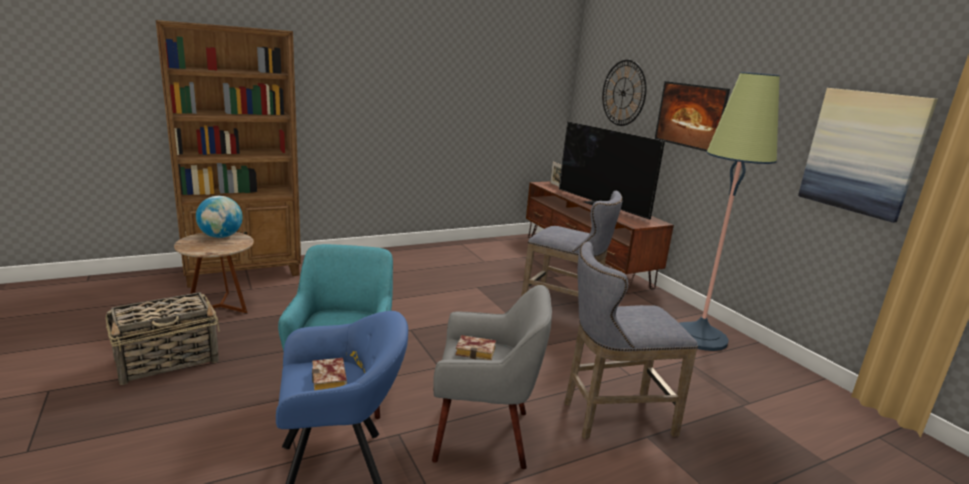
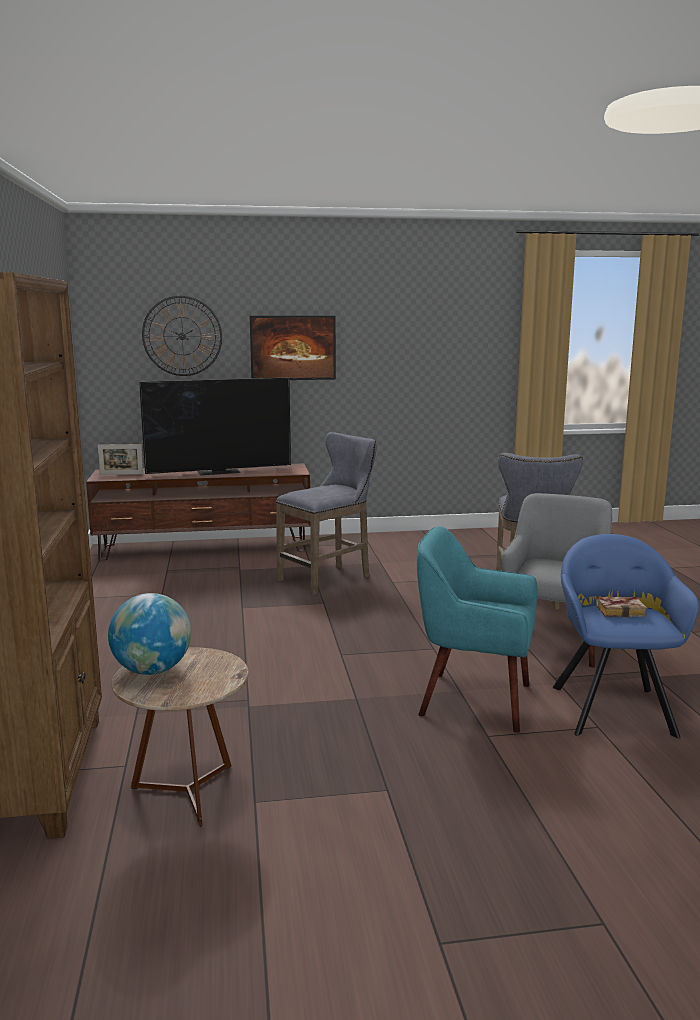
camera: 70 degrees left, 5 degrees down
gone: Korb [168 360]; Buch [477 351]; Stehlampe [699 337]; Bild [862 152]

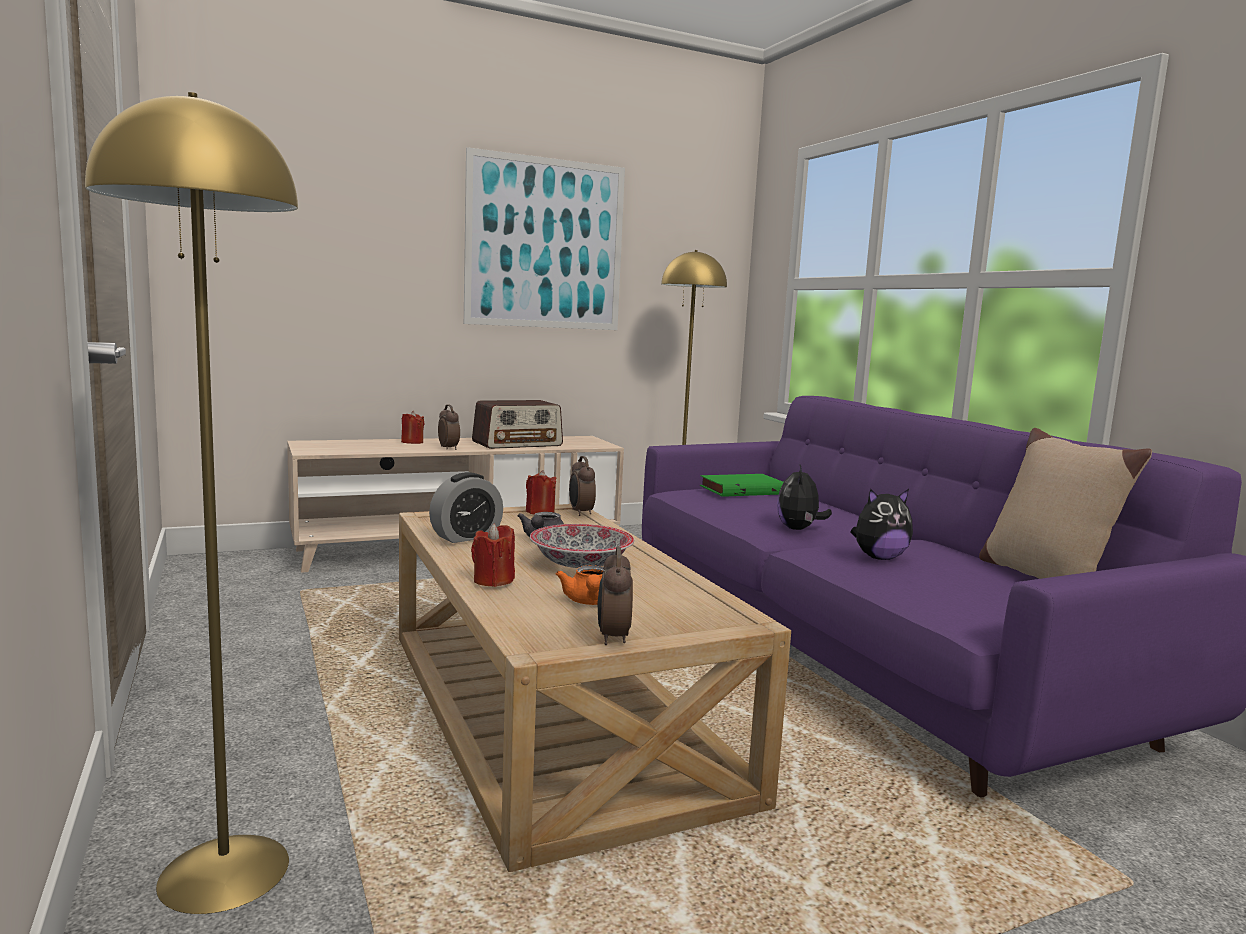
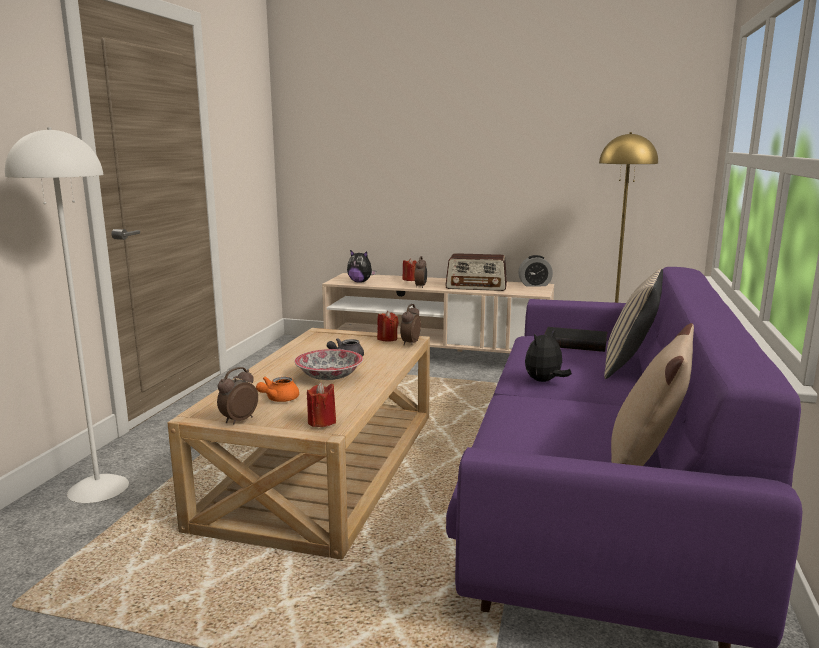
camera: 40 degrees right, 5 degrees up
gone: Bild [545 244]
new: Kissen (beige) [630 365]
shifted: Kerze (rot) [493 580] to [322 422]; Plüschtier [879 558] to [360 282]; Wecker [466 537] to [534 285]
repainted: Stehlampe (gelb) [224 871] to Stehlampe (weiß) [98 488]; Buch (grün) [742 490] to Buch (schwarz) [575 343]

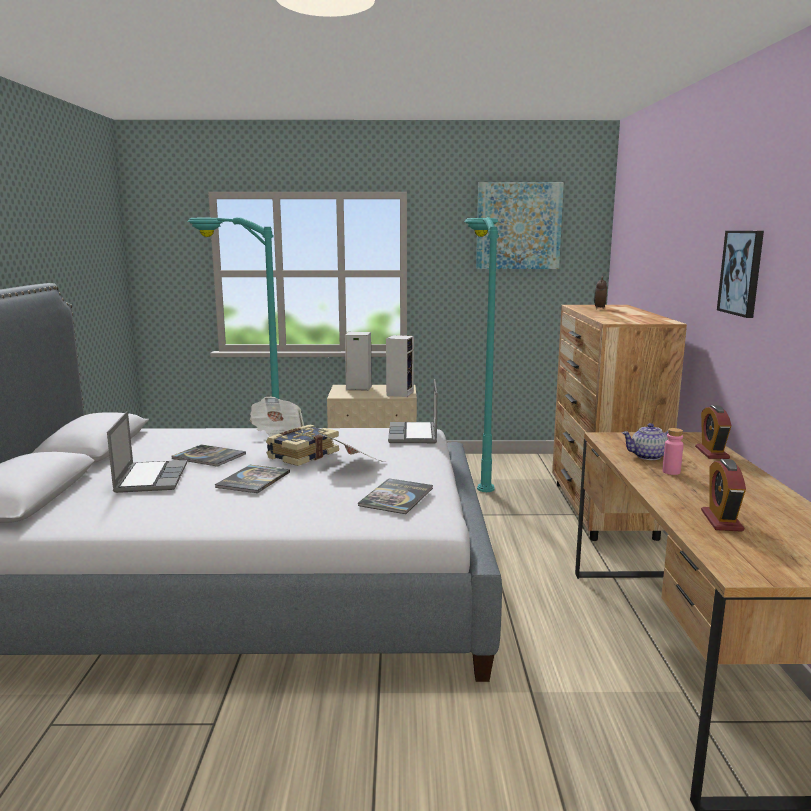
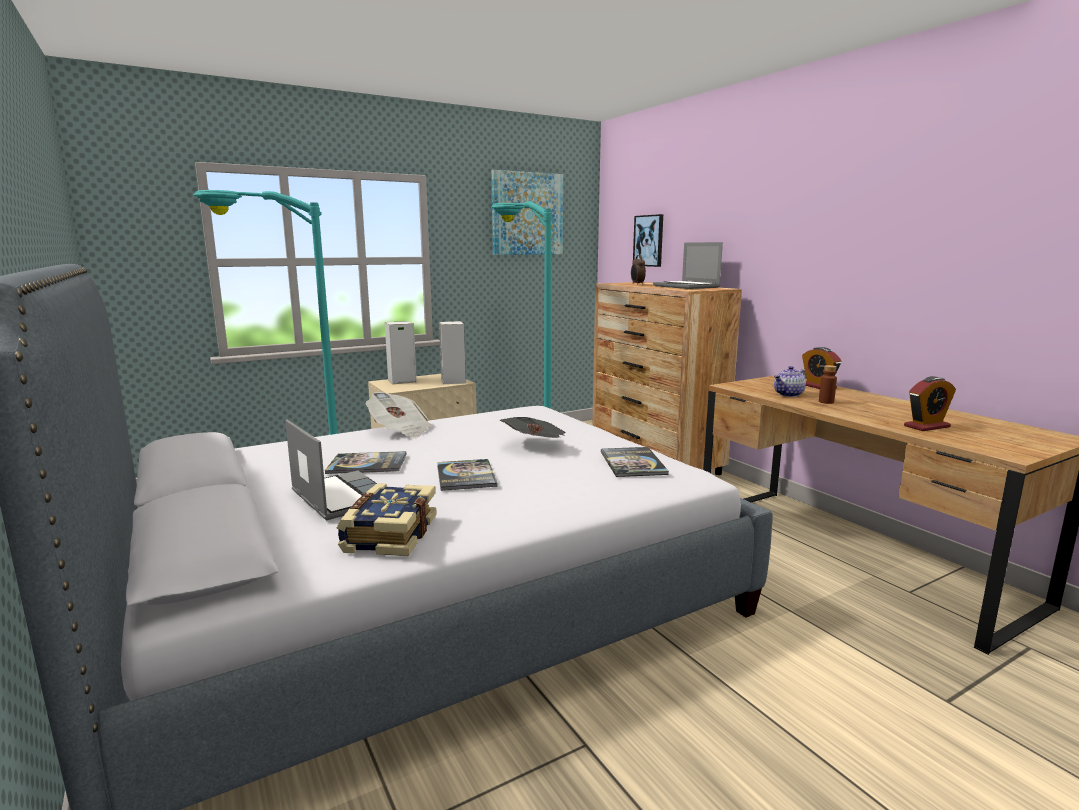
camera: 30 degrees left, 0 degrees up
shifted: Buch [302 455] to [388 534]; Bild [742 272] to [649 240]; Laptop [414 435] to [687 287]
repainted: Flasche (rosa) [671 472] to Flasche (braun) [826 402]
rotated: Wecker [721 521] = [926 426] 90 degrees counterclockwise

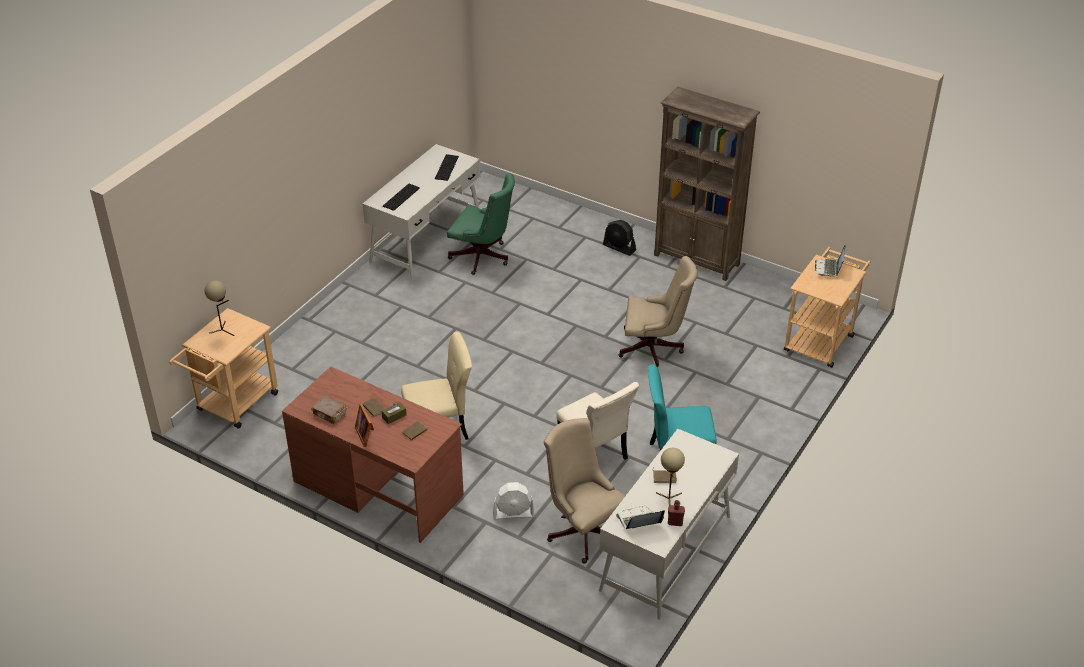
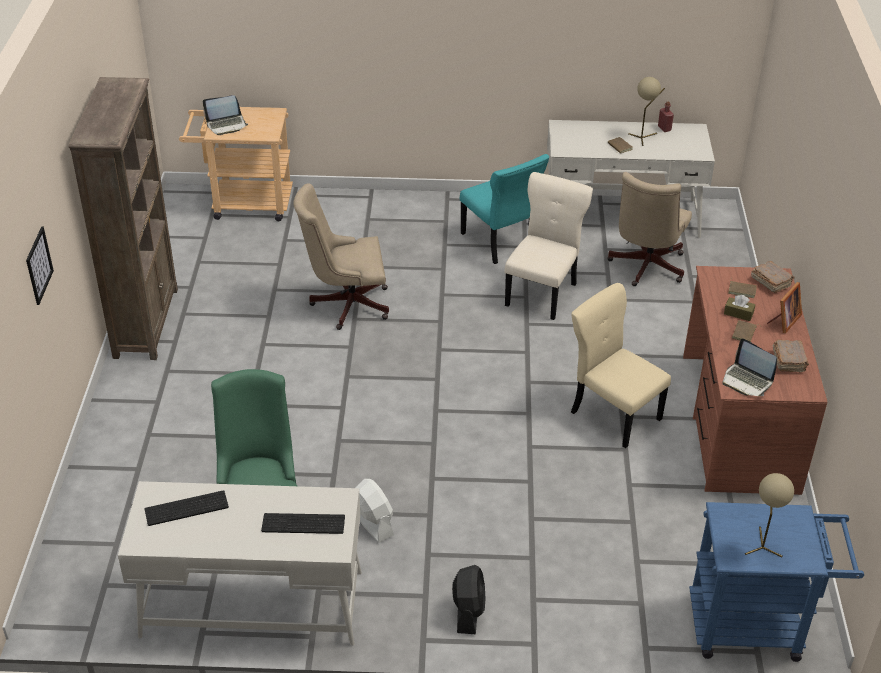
camera: 120 degrees left, 0 degrees up
new: Bild [39 265]; Buch (braun) [770 282]
shifted: Ventilator (weiß) [513 513] to [372 522]; Ventilator (schwarz) [619 248] to [468 611]; Laptop [638 521] to [747 381]
repainted: Rollwagen (beige) [233 405] to Rollwagen (blau) [756 626]
rotated: Bürostuhl (beige) [654 349] = [346 304] 75 degrees counterclockwise

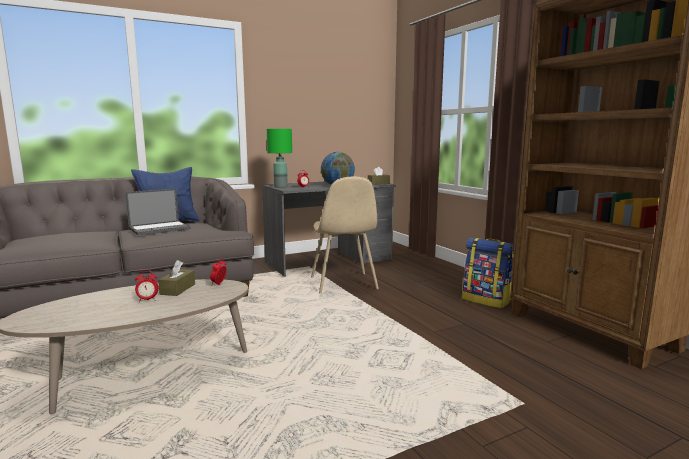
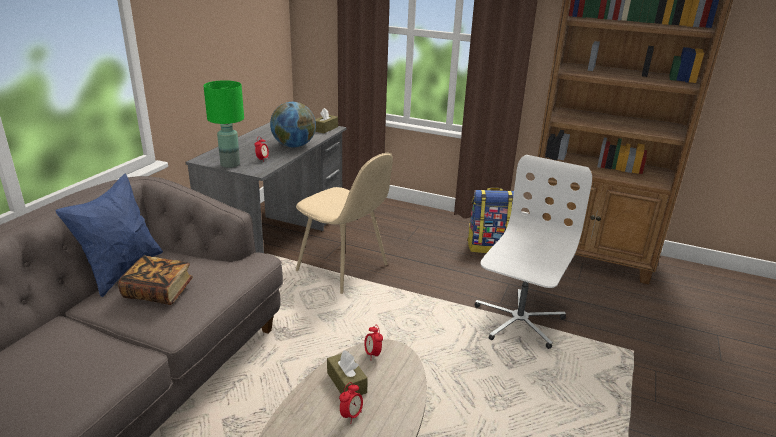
camera: 40 degrees left, 15 degrees up
new: Bürostuhl (weiß) [518 320]
swapped: Laptop [160 228] to Buch [158 292]

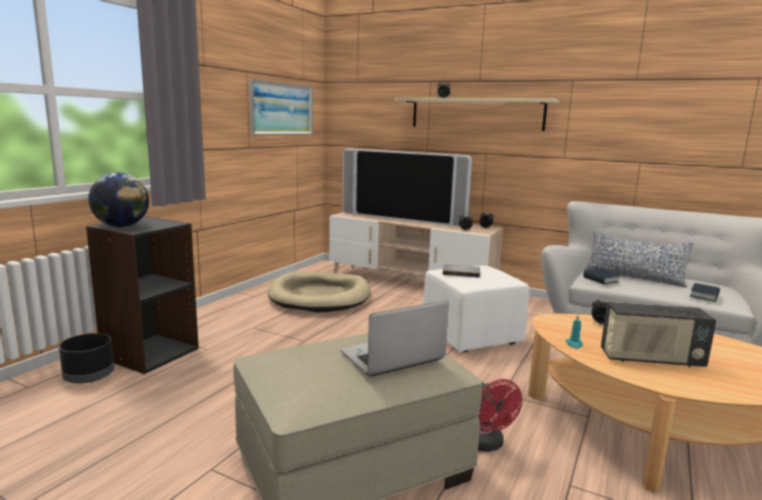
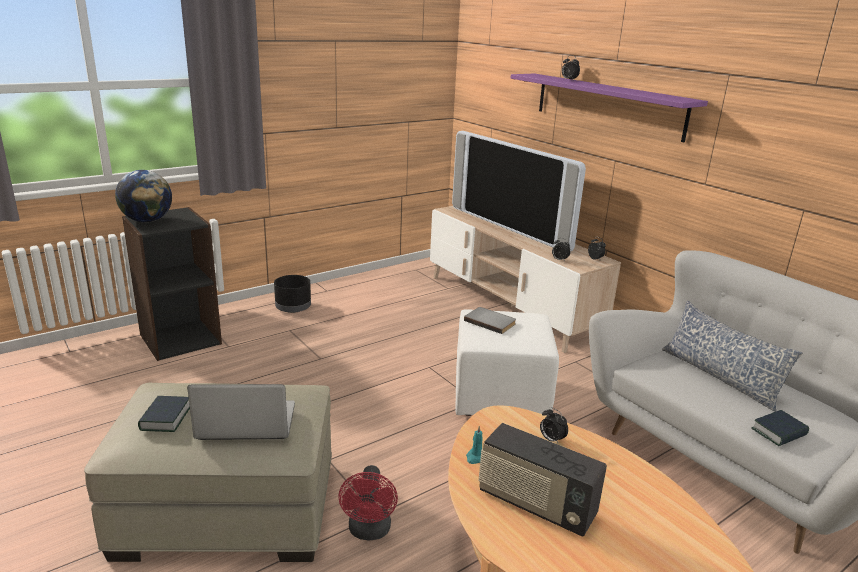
camera: 25 degrees right, 10 degrees up
gone: Bild [282 109]; Hundebett (beige) [320 296]
shifted: Buch [600 280] to [165 418]; Pflanzkübel (schwarz) [89 376] to [293 307]
repainted: Wandregal (beige) [476 114] to Wandregal (lila) [607 105]

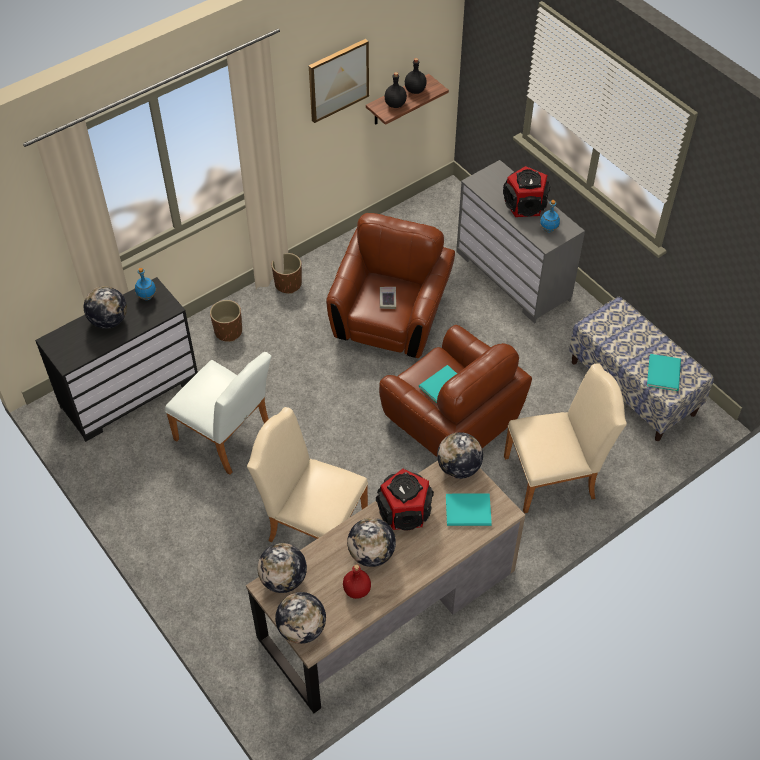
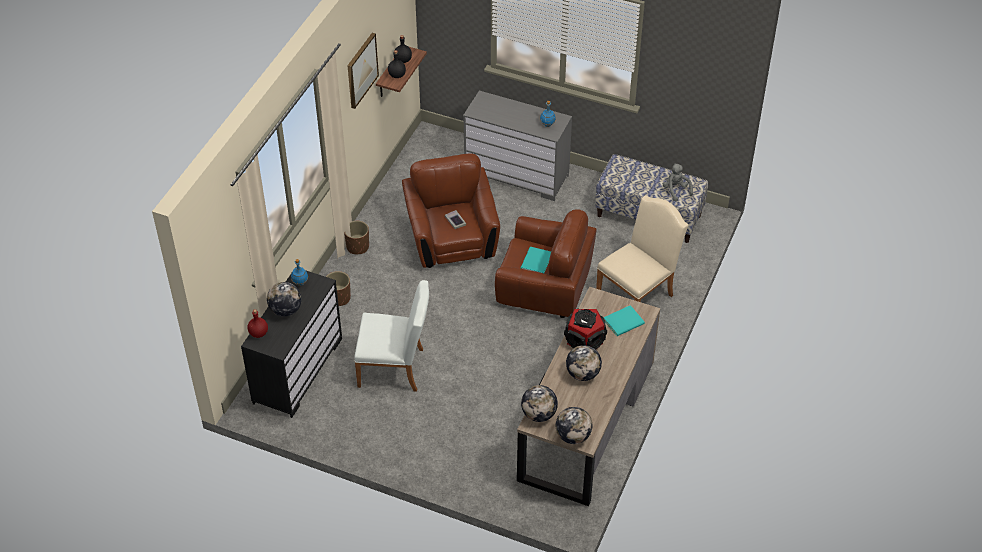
camera: 30 degrees left, 5 degrees down
gone: Stuhl (beige) [312 523]; Globus [458 468]; Lautsprecher [525 205]
shifted: Flasche (rot) [357 590] to [259 333]
swapped: Buch (türkis) [664 372] to Plüschtier (grau) [676 190]

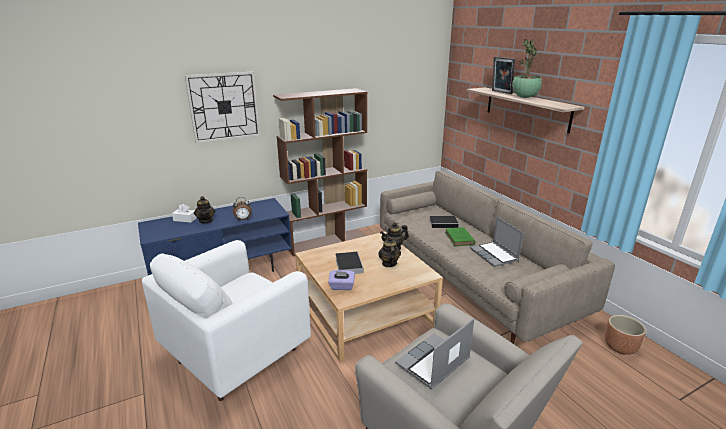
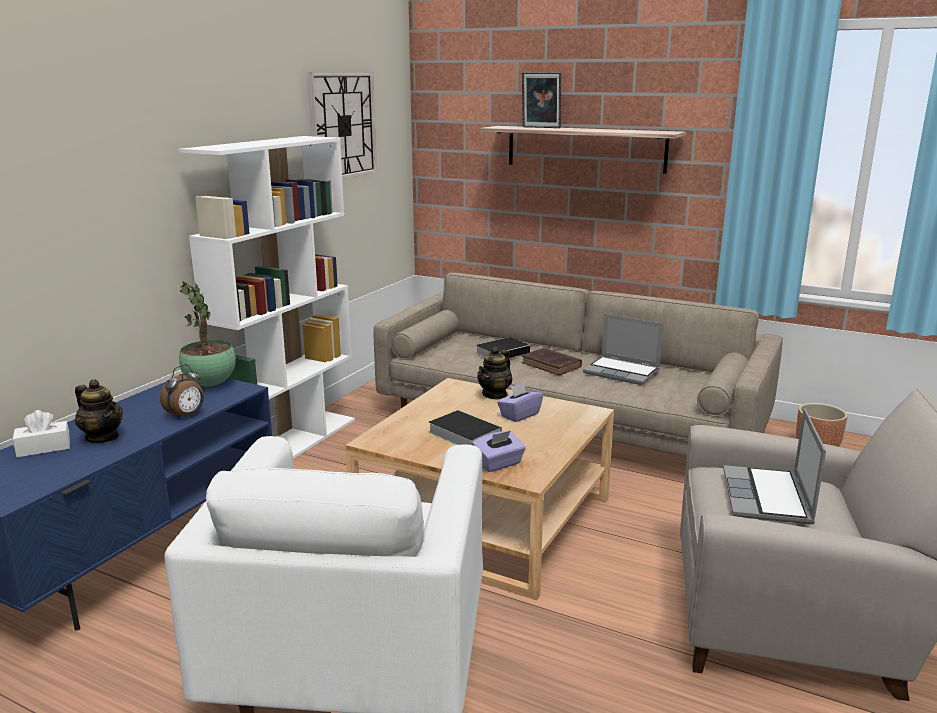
camera: 35 degrees left, 5 degrees down
shifted: Topfpflanze [525 97] to [211 385]; Wanduhr [224 107] to [342 125]
swapped: Teekanne [389 263] to Taschentuchbox (lila) [519 415]
repainted: Bücherregal (braun) [327 242] to Bücherregal (weiß) [290 444]; Buch (grün) [459 239] to Buch (braun) [552 365]

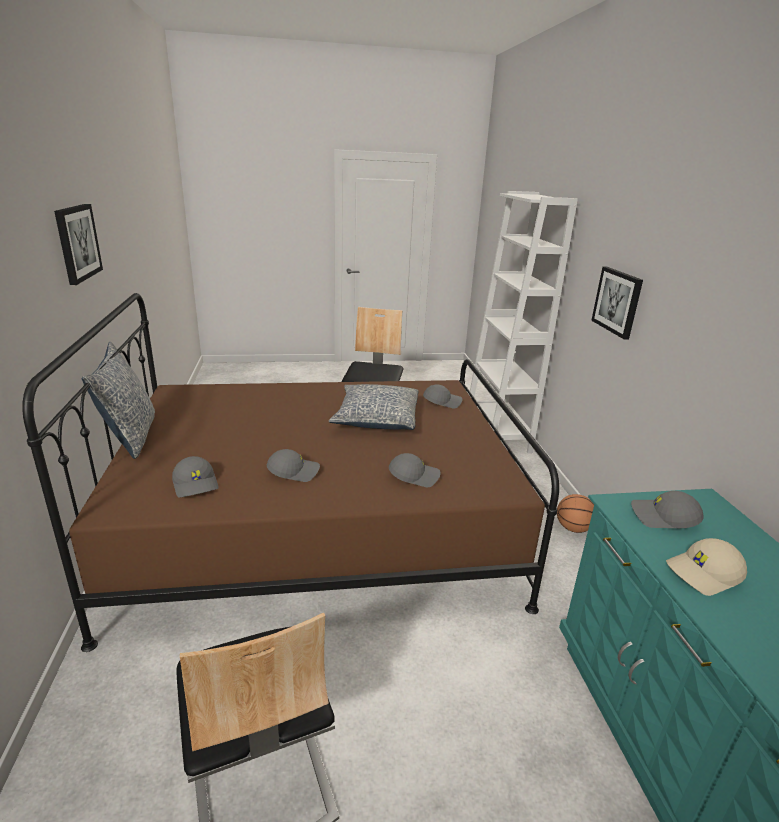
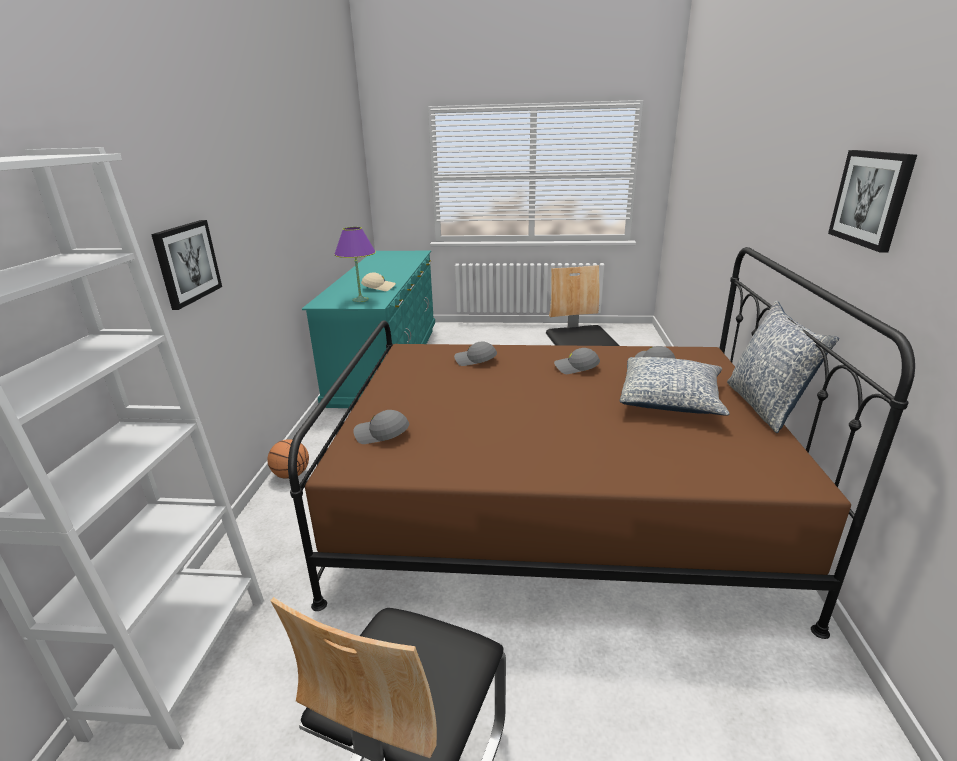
camera: 165 degrees left, 0 degrees up
shifted: Kissen [376 418] to [670 400]
swapped: Kappe (grau) [663 518] to Tischlampe (lila) [360 300]

